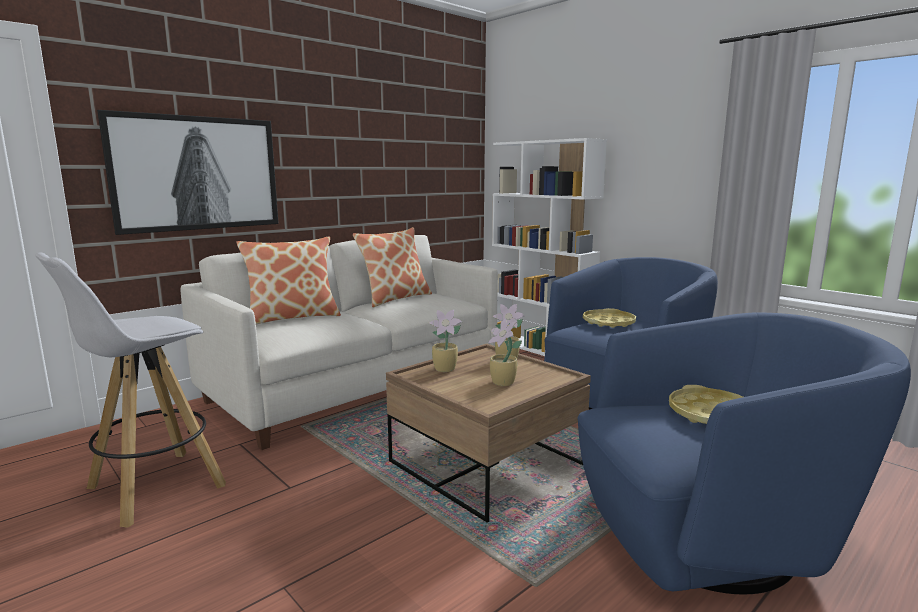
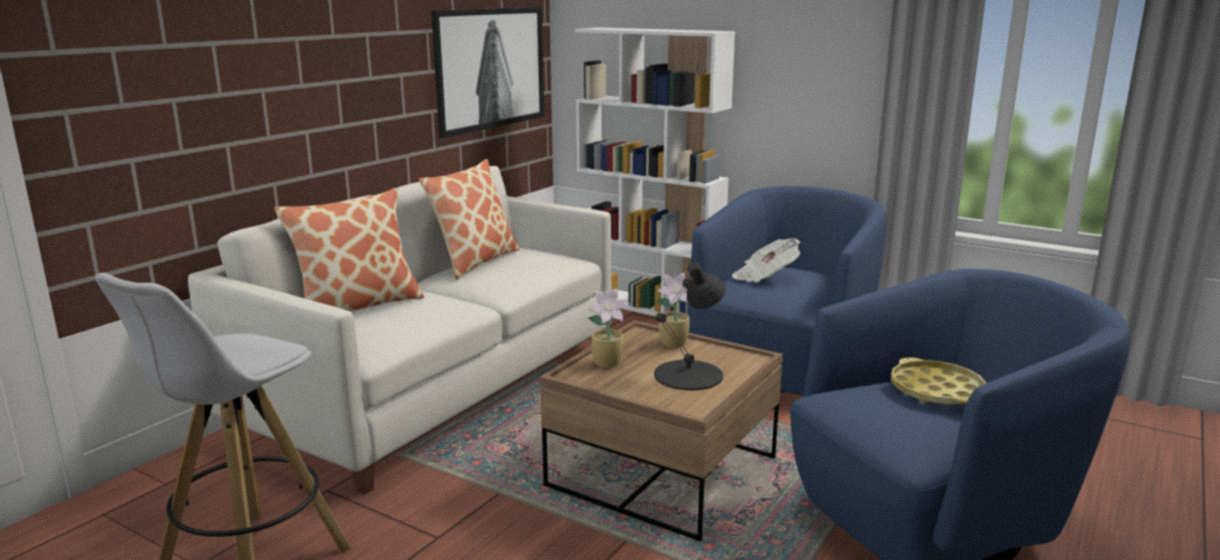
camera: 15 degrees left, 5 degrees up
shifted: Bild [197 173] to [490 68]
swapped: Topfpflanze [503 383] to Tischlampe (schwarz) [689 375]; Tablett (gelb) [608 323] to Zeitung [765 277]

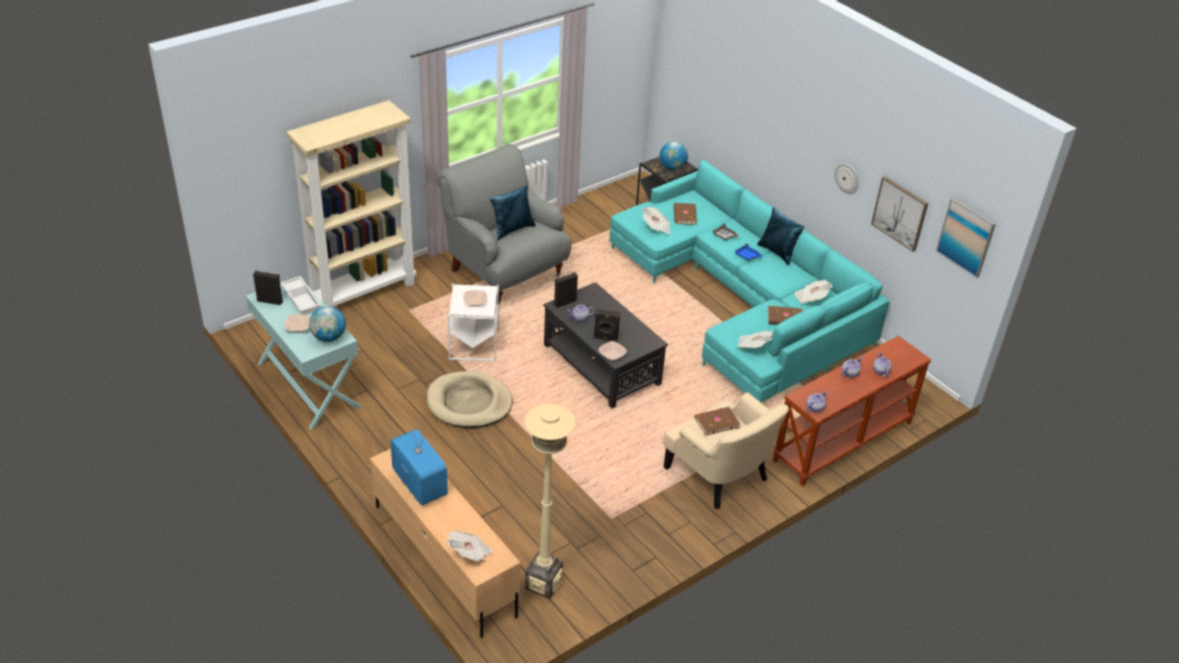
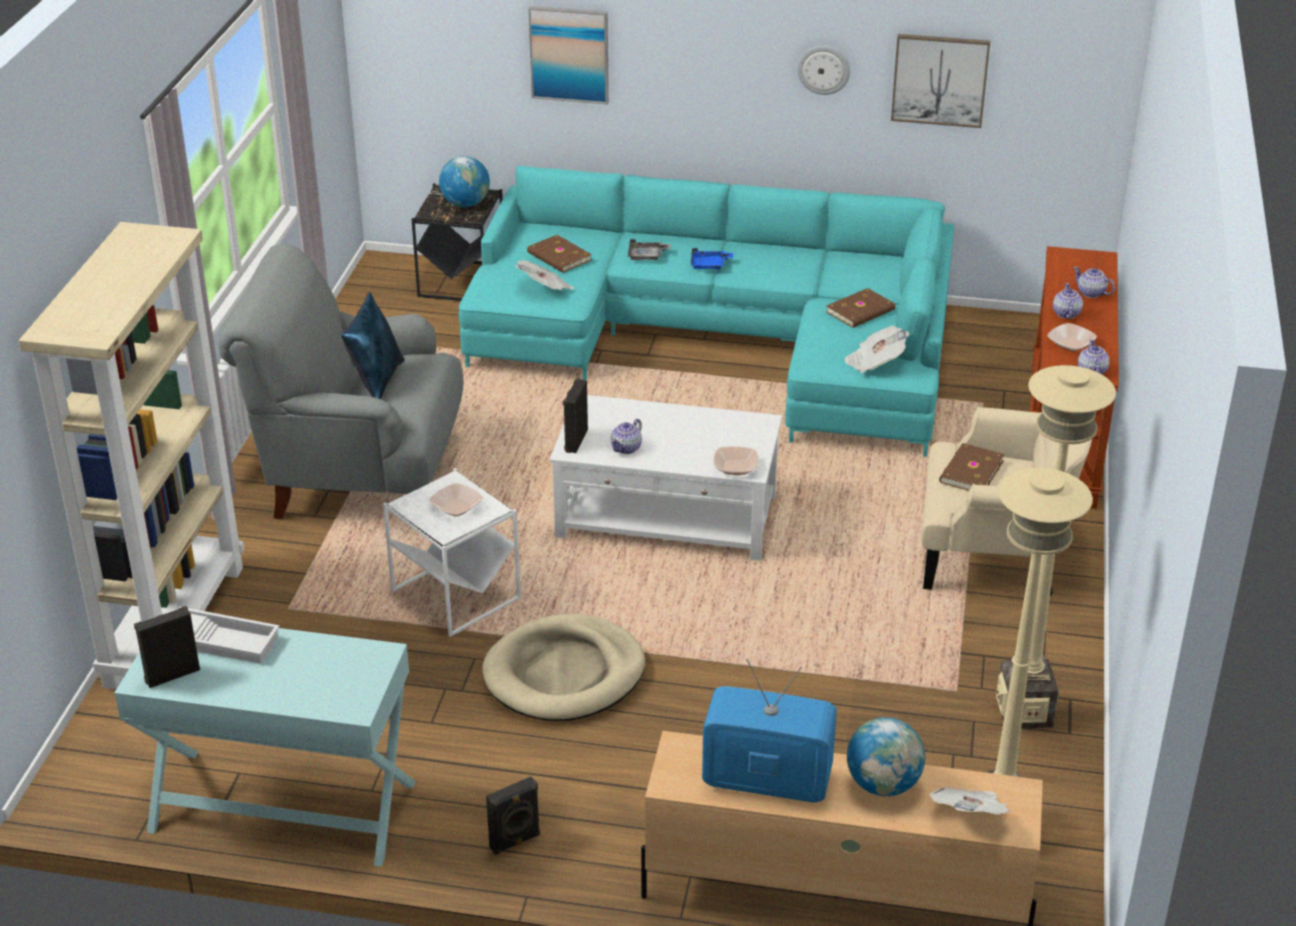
camera: 40 degrees left, 5 degrees down
gone: Kissen (blau) [778 252]; Zeitung [811 298]
new: Stehlampe (beige) [1024 711]
shifted: Lautsprecher (schwarz) [605 338] to [515 842]; Bild [966 237] to [569 54]; Globus [329 337] to [883 785]; Schüssel [298 327] to [1070 344]
repainted: Couchtisch (schwarz) [601 365] to Couchtisch (weiß) [668 516]

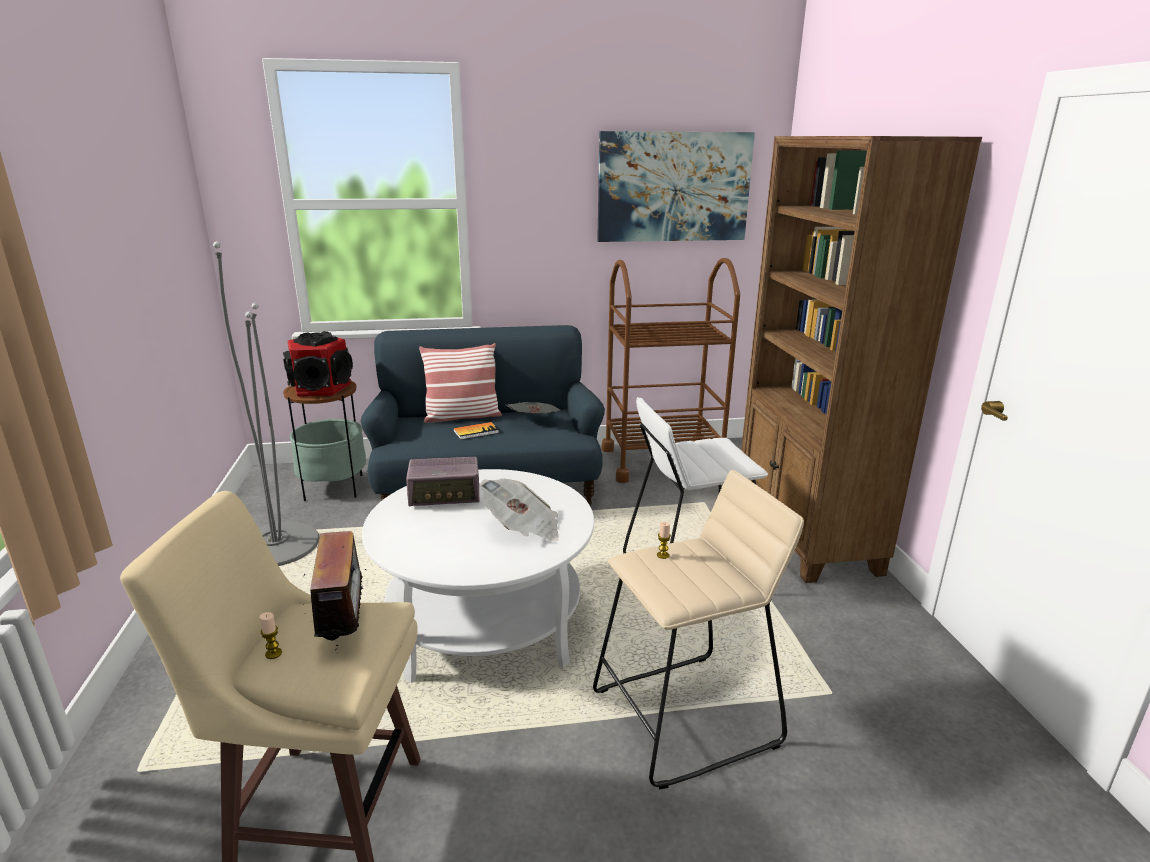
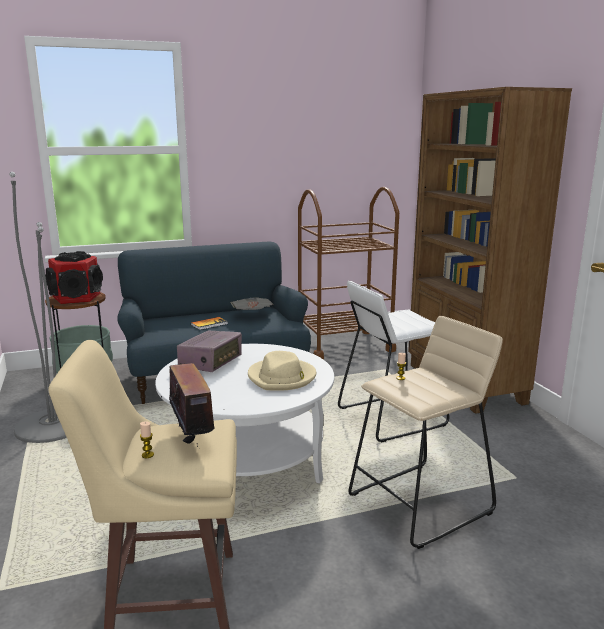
camera: 10 degrees left, 5 degrees down
gone: Kissen [462 416]; Bild [673 187]
swapped: Zeitung [523 529] to Hut (beige) [282 377]
rotated: Radio [445 495] = [211 362] 45 degrees counterclockwise

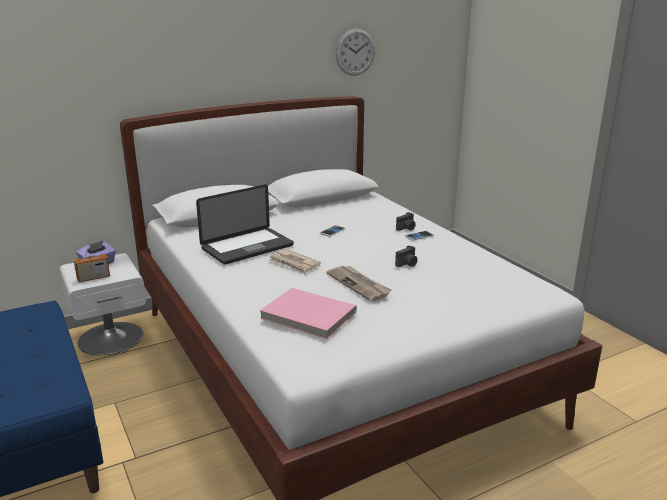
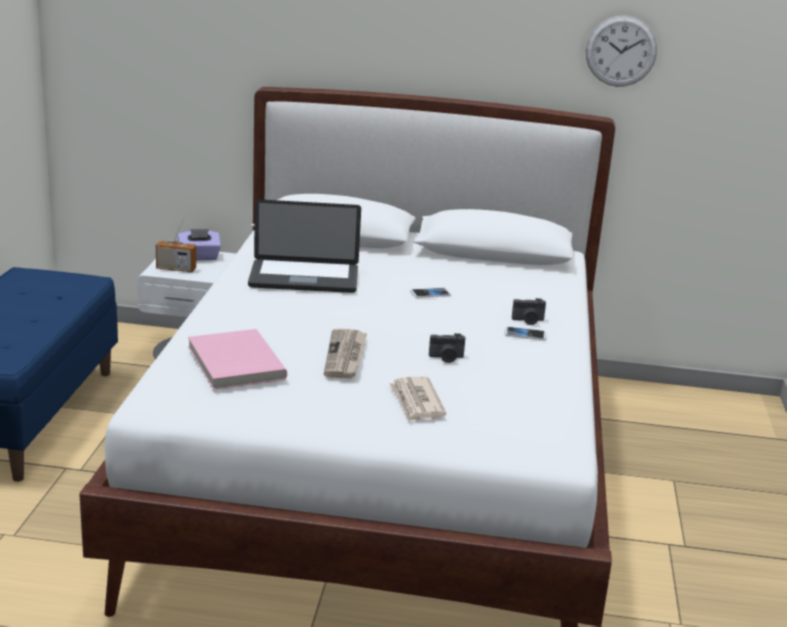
camera: 35 degrees right, 0 degrees up
shifted: Zeitung [294 264] to [416 402]

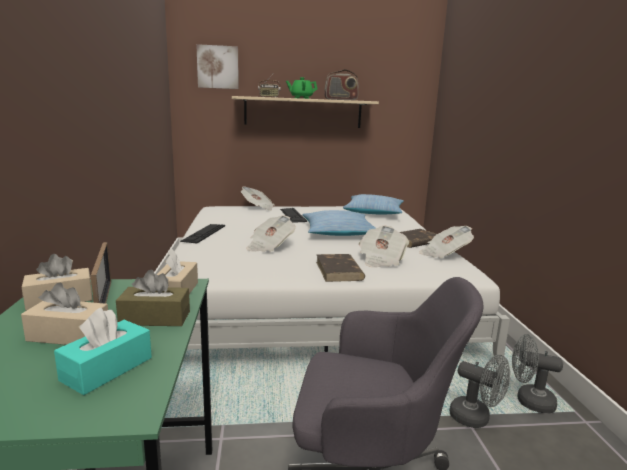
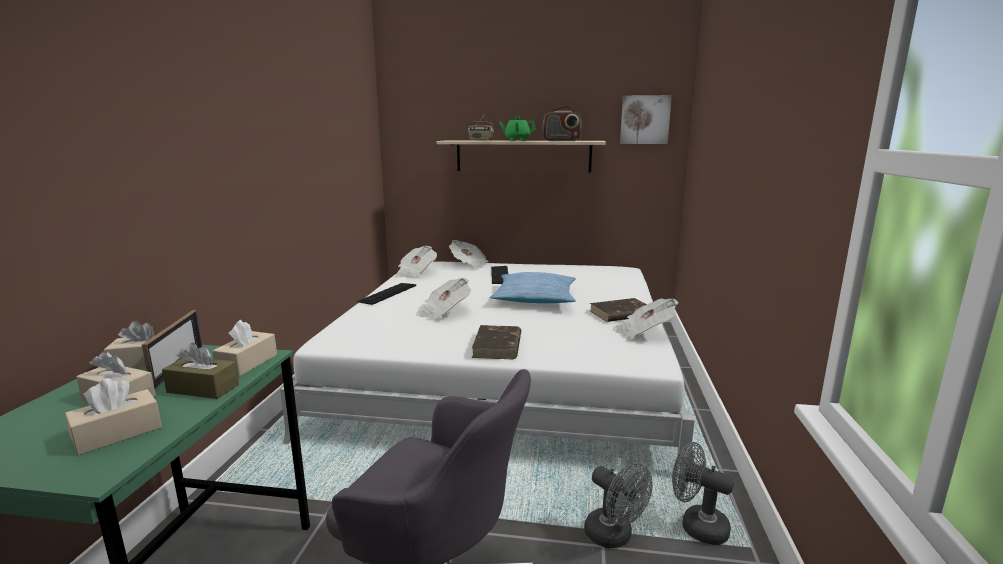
camera: 15 degrees right, 0 degrees up
gone: Kissen [374 212]
shifted: Zeitung [381 260] to [415 273]; Bild [218 67] to [645 120]
repainted: Taschentuchbox (türkis) [107 369] to Taschentuchbox (beige) [117 433]

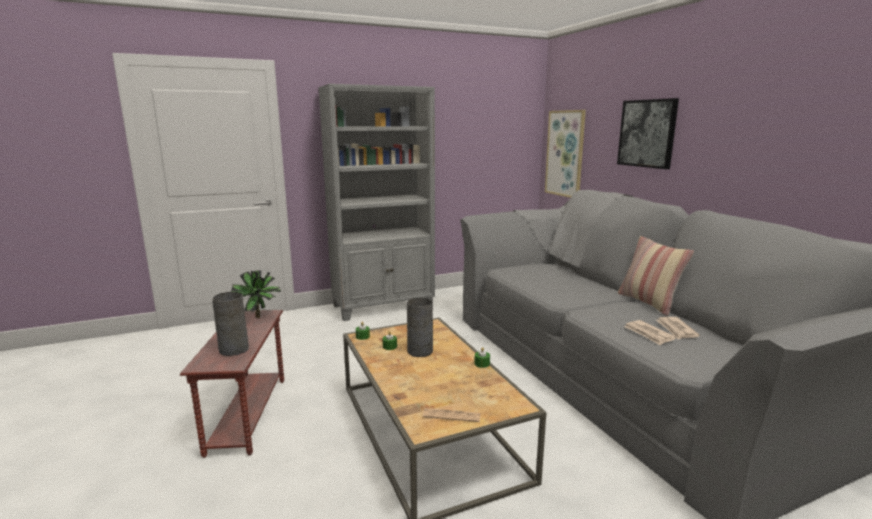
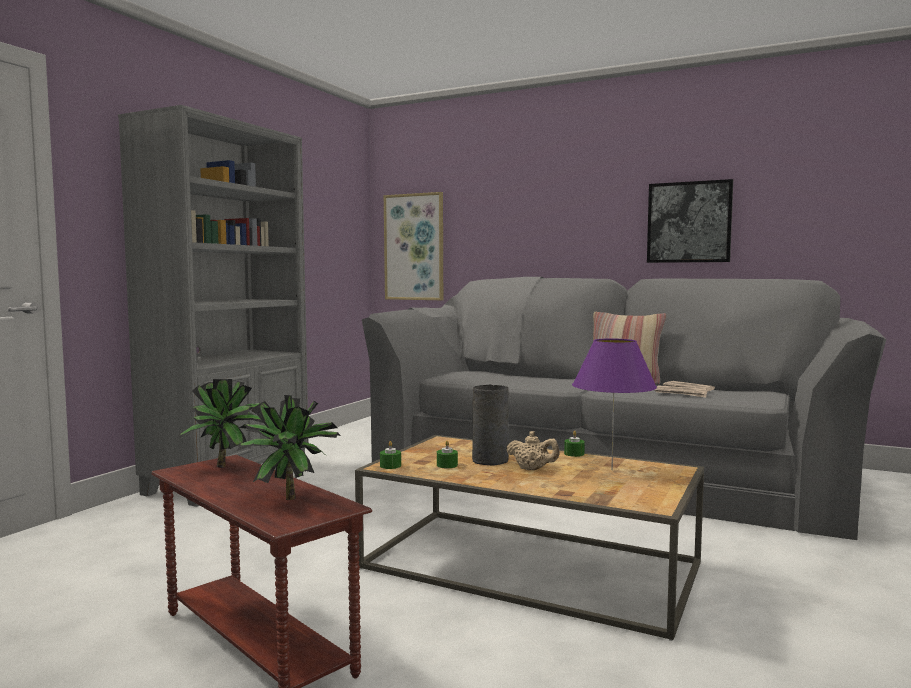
camera: 40 degrees left, 10 degrees down
gone: Zeitung [451 415]
new: Teekanne (beige) [532 469]; Tischlampe (lila) [612 470]
shifted: Bild [647 133] to [689 222]
swapped: Vase (grau) [234 349] to Topfpflanze [288 497]

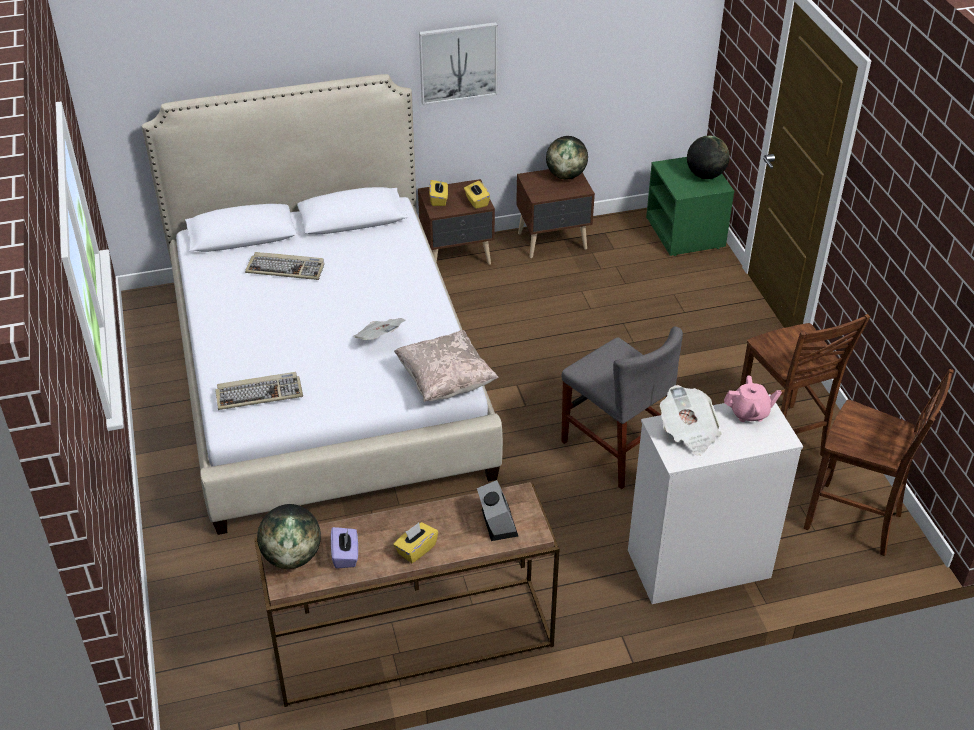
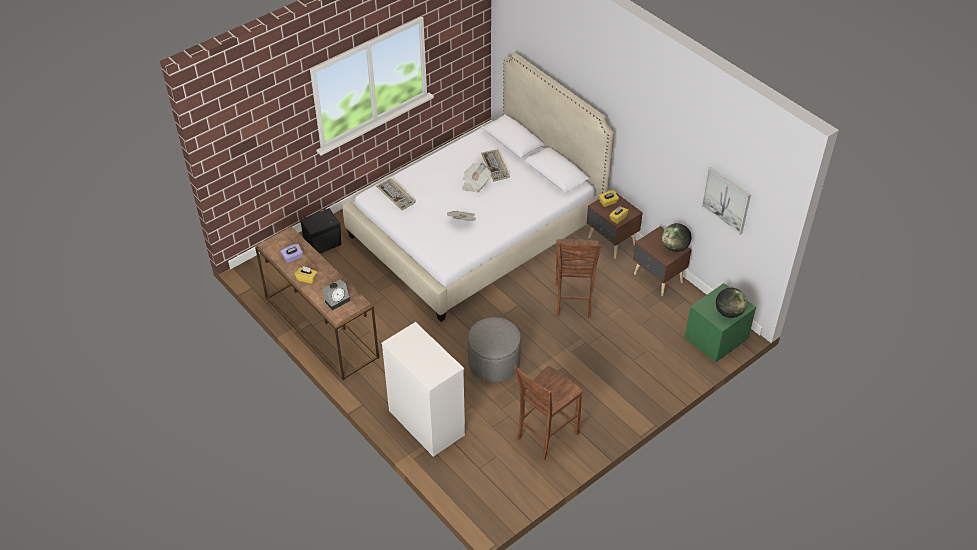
camera: 65 degrees right, 5 degrees up
gone: Globus [292 557]; Kissen (beige) [445 382]; Teekanne (rosa) [749 413]
new: Lautsprecher (schwarz) [324 245]
shifted: Zeitung [688 432] to [475 184]; Stuhl (braun) [855 522] to [573 301]; Bild [458 62] to [726 200]
swapped: Stuhl (grau) [616 447] to Polsterhocker (grau) [494 363]

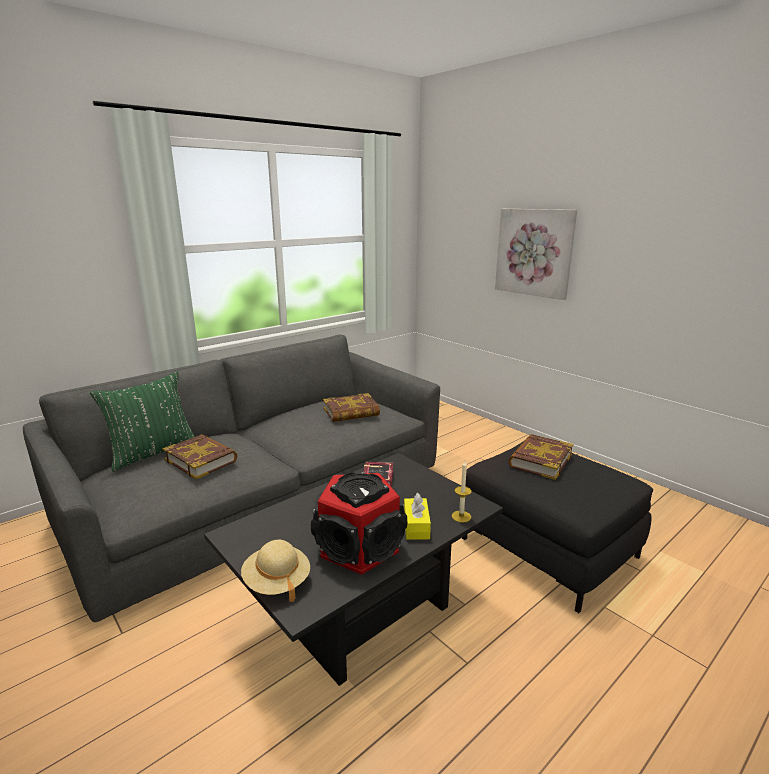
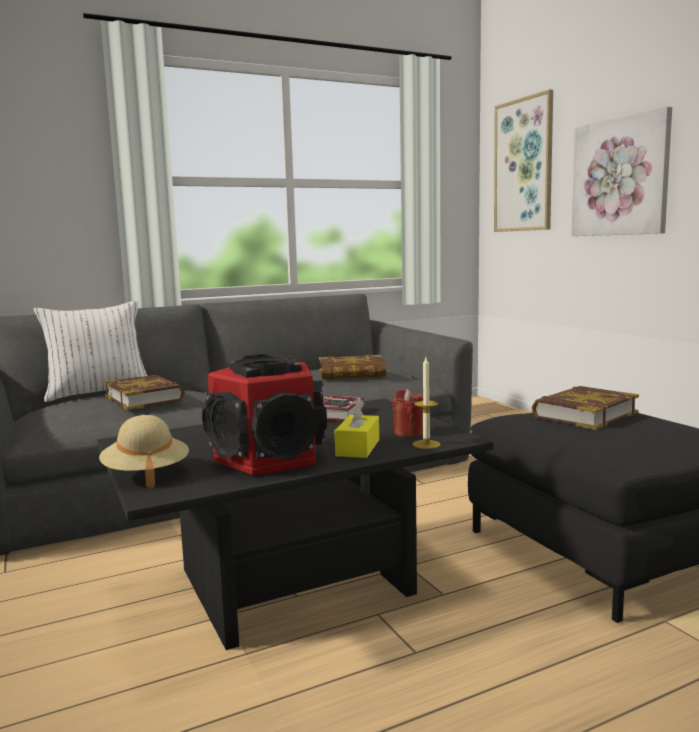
camera: 15 degrees right, 10 degrees down
new: Kerze (rot) [409 432]; Bild [524 165]
repainted: Kissen (grün) [153 453] to Kissen (weiß) [98 393]

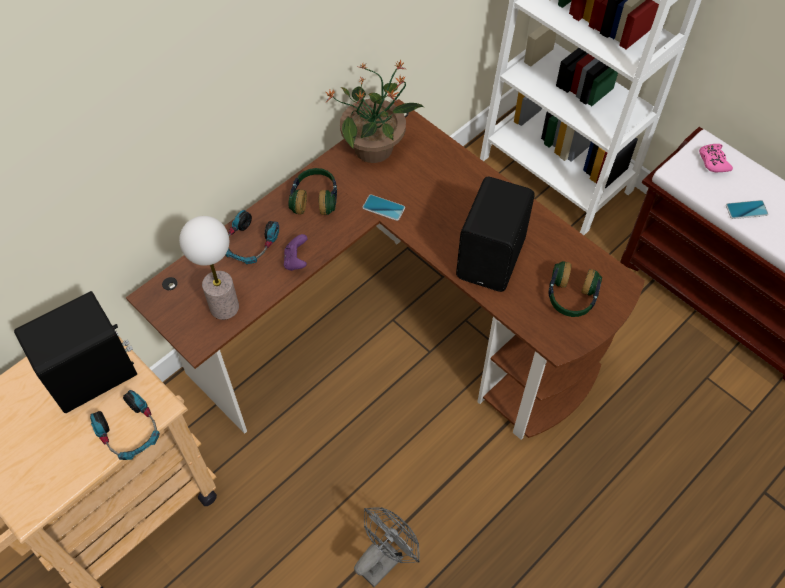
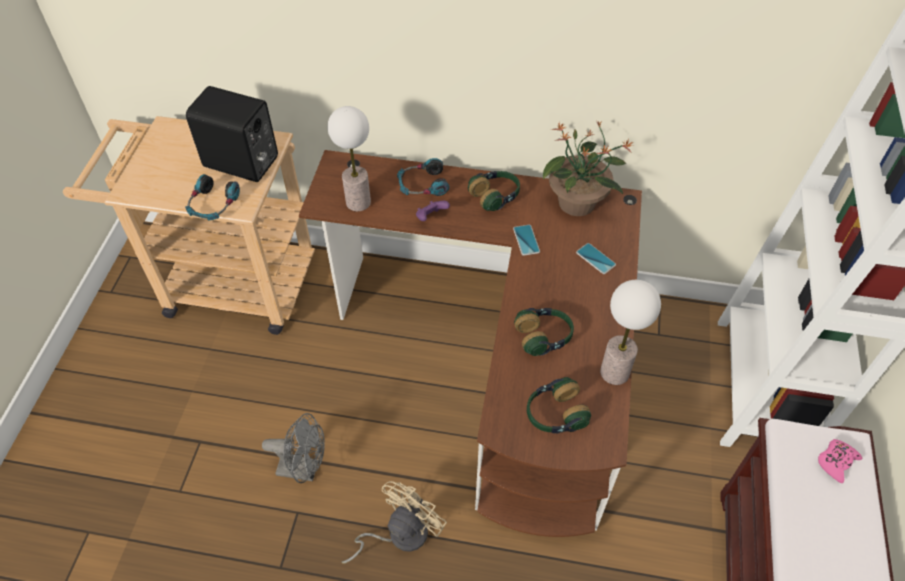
camera: 55 degrees right, 5 degrees down
new: Ventilator (beige) [399 534]; Tischlampe [614 372]
shifted: Handy [746 210] to [595 259]
swapped: Lautsprecher (schwarz) [493 258] to Kopfhörer [544 337]

